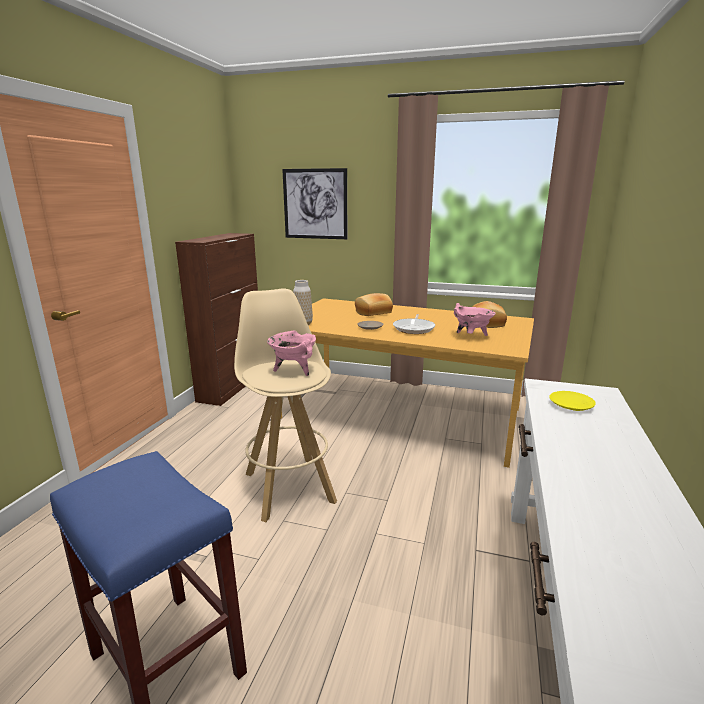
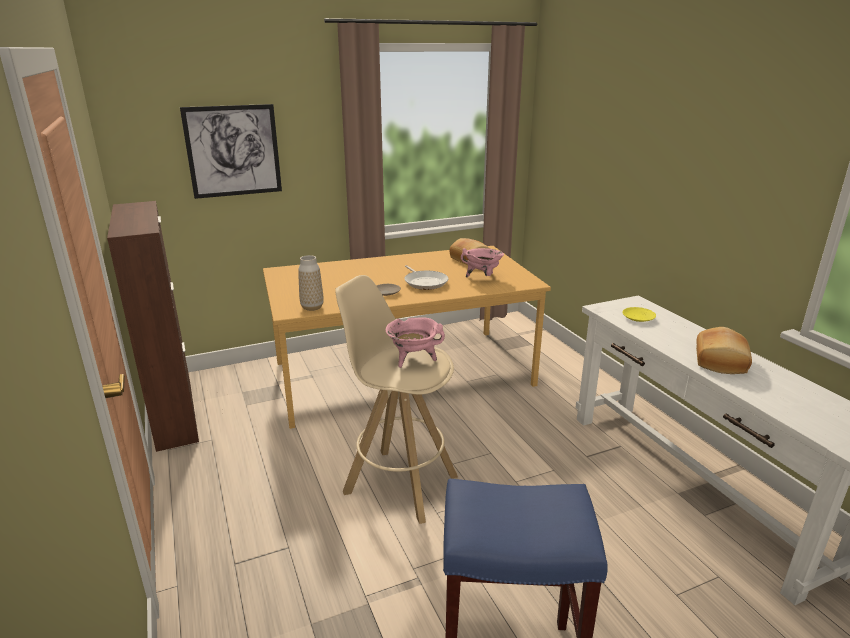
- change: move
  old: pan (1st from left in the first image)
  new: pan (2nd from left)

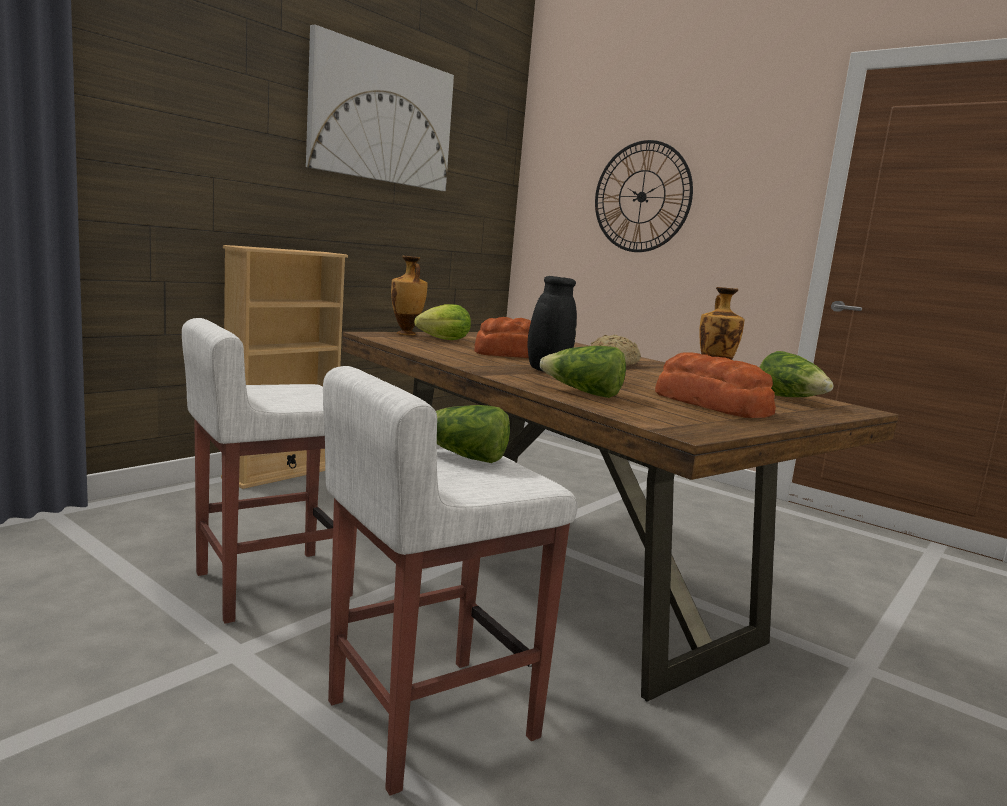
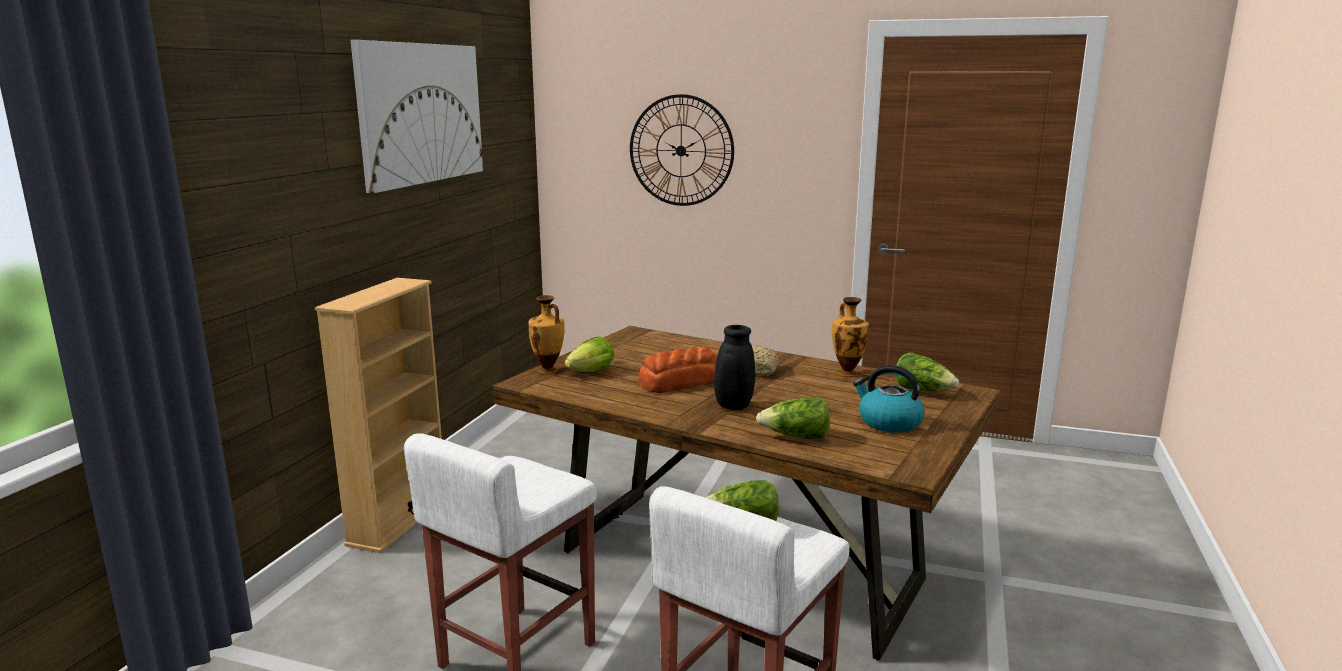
- change: replace
  old: pan (3rd from left)
  new: hervidor

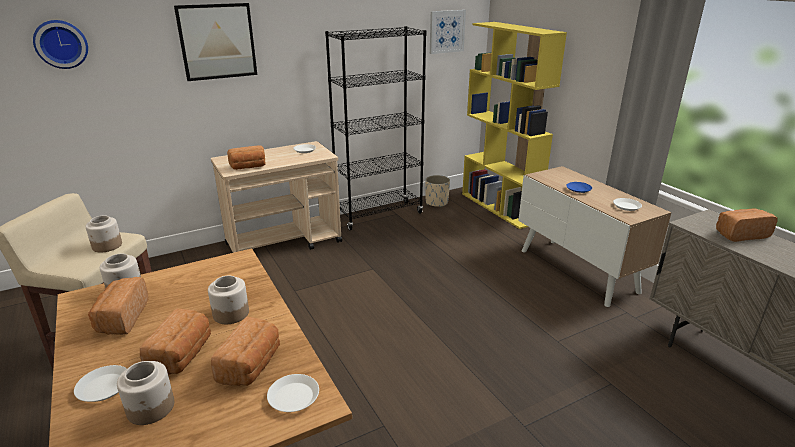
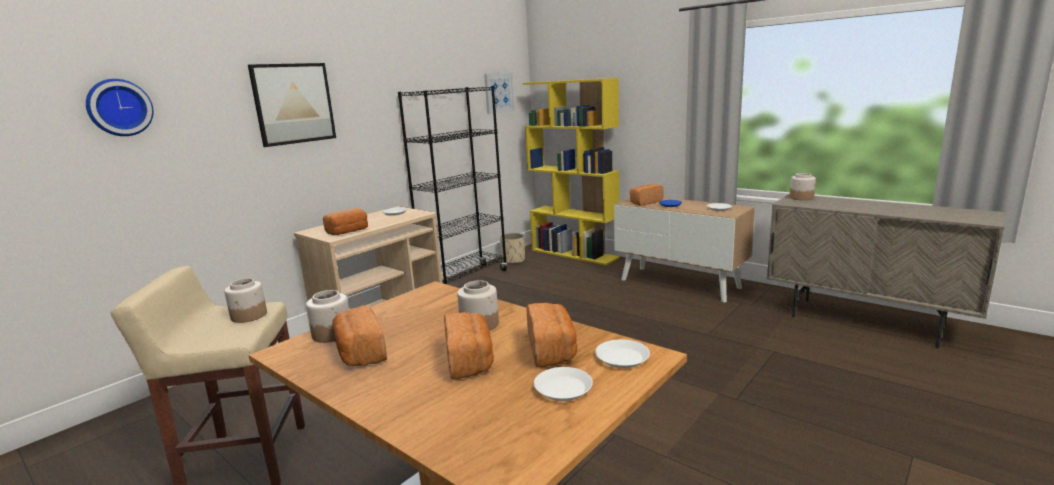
- change: move
  old: plato/blanco (1st from left in the first image)
  new: plato/blanco (2nd from left)
- change: move
  old: pan (5th from left)
- change: move
  old: tarro (3rd from left in the first image)
  new: tarro (4th from left)

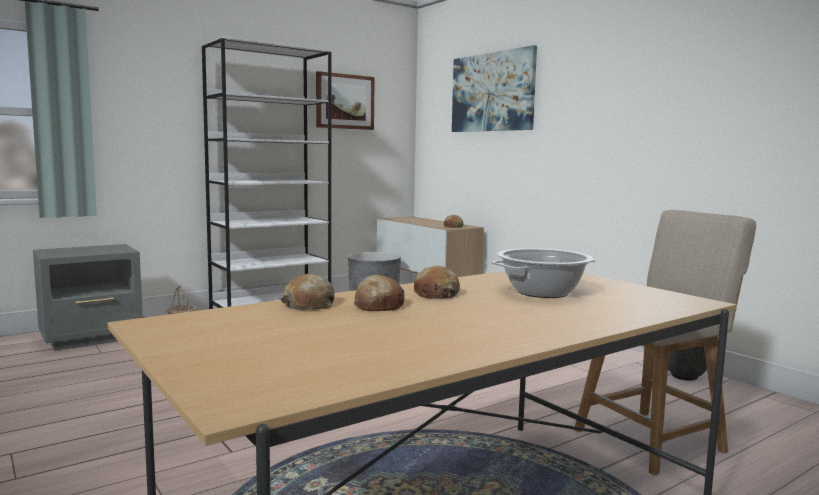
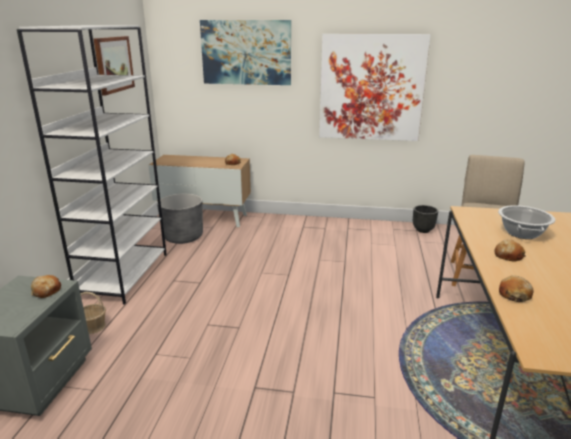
- change: move
  old: pan (2nd from left in the first image)
  new: pan (1st from left)
- change: insert
  new: cuadro (3rd from left)

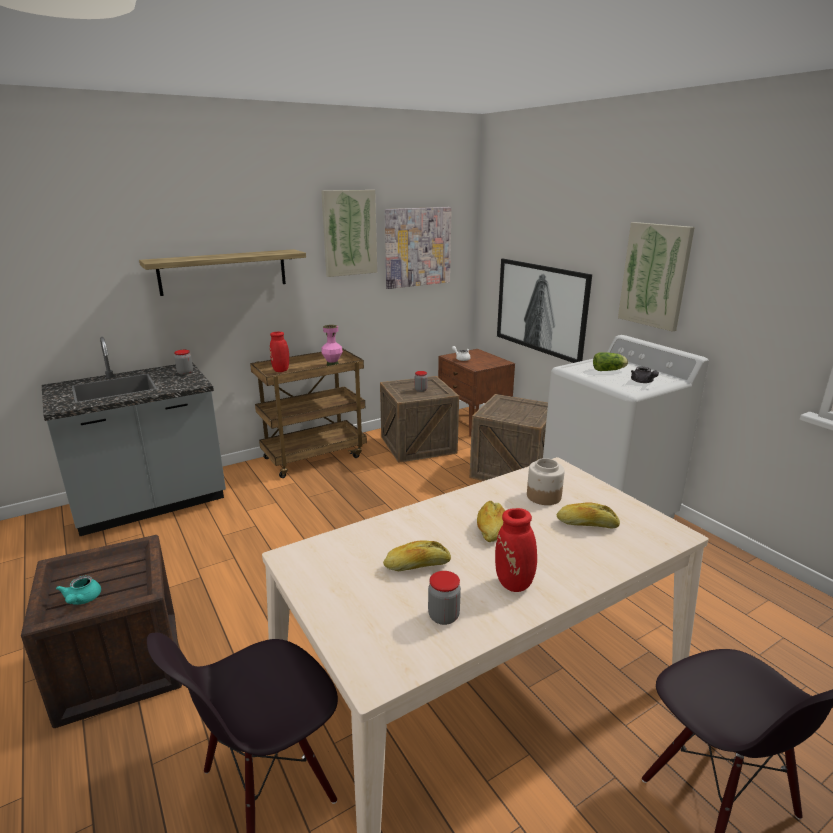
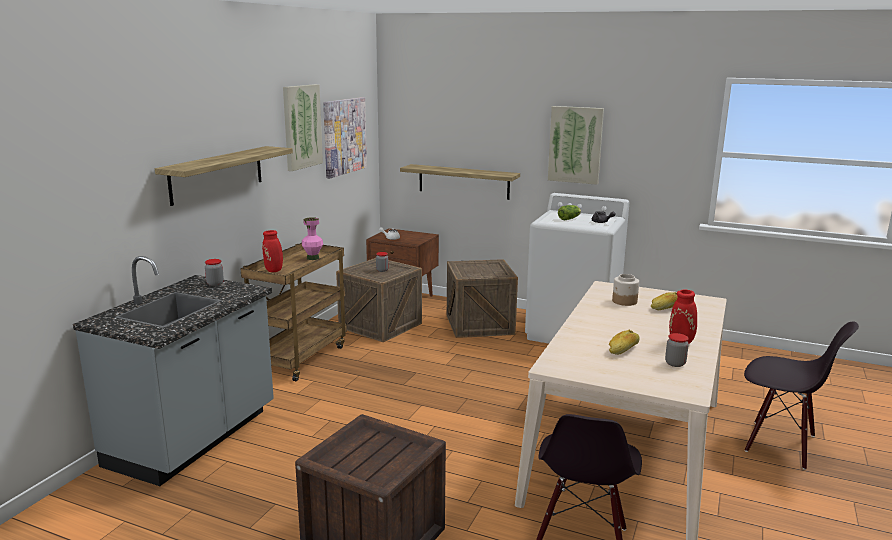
- change: replace
  old: cuadro (3rd from left)
  new: estante (2nd from left)
- change: delete
  old: tetera/turquesa
- change: delete
  old: pan (2nd from left)

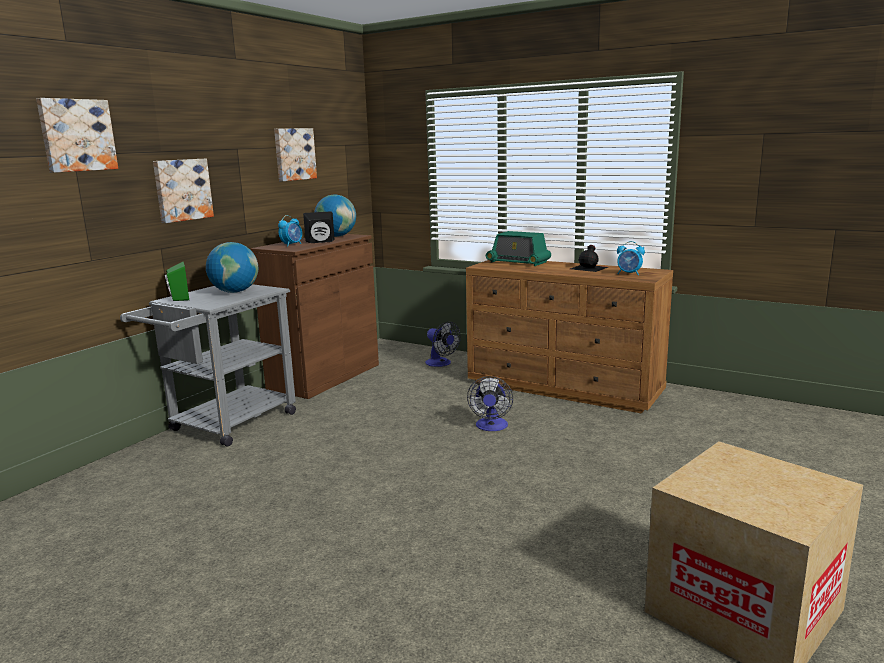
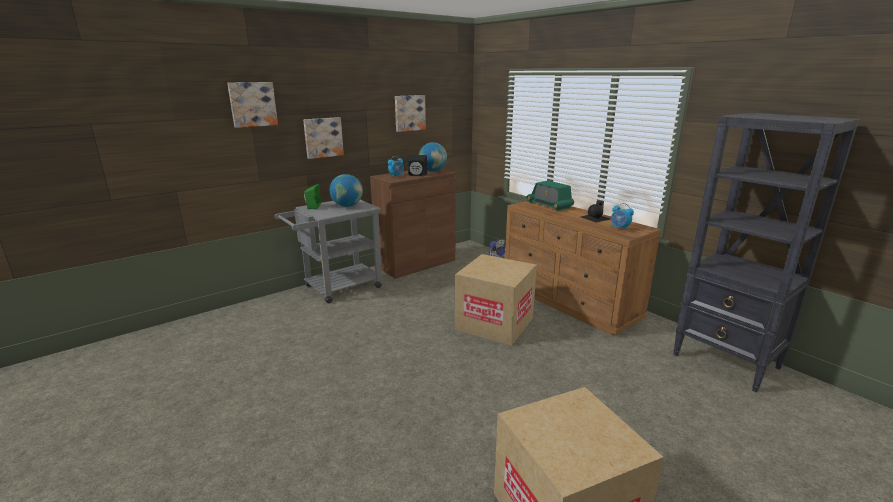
- change: replace
  old: ventilador (2nd from left)
  new: caja de cartón (1st from left)
- change: insert
  new: estantería/negro

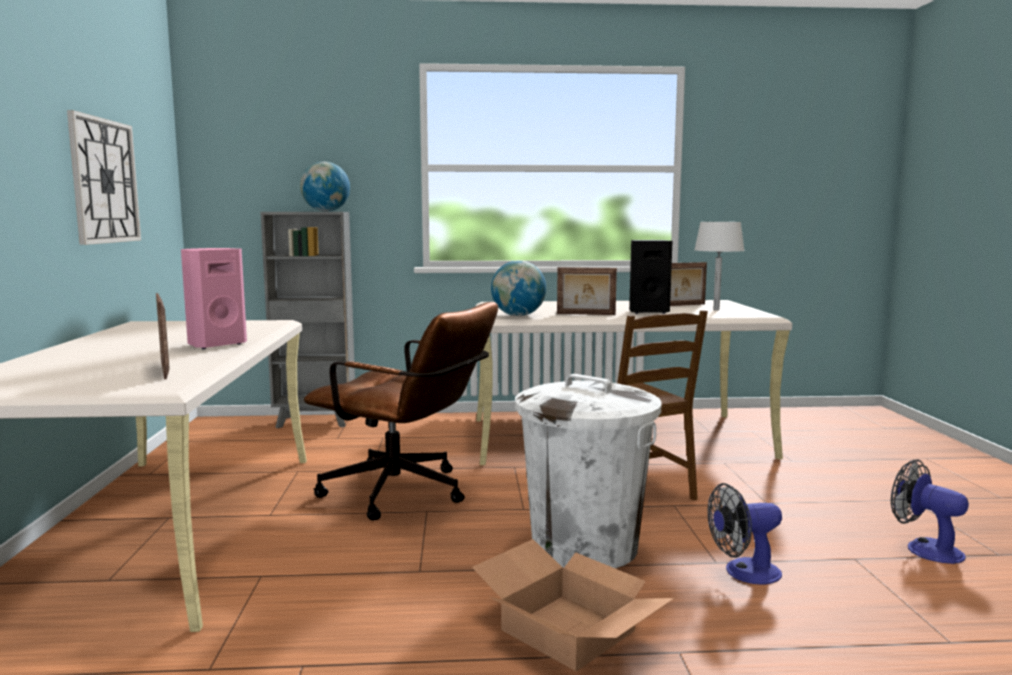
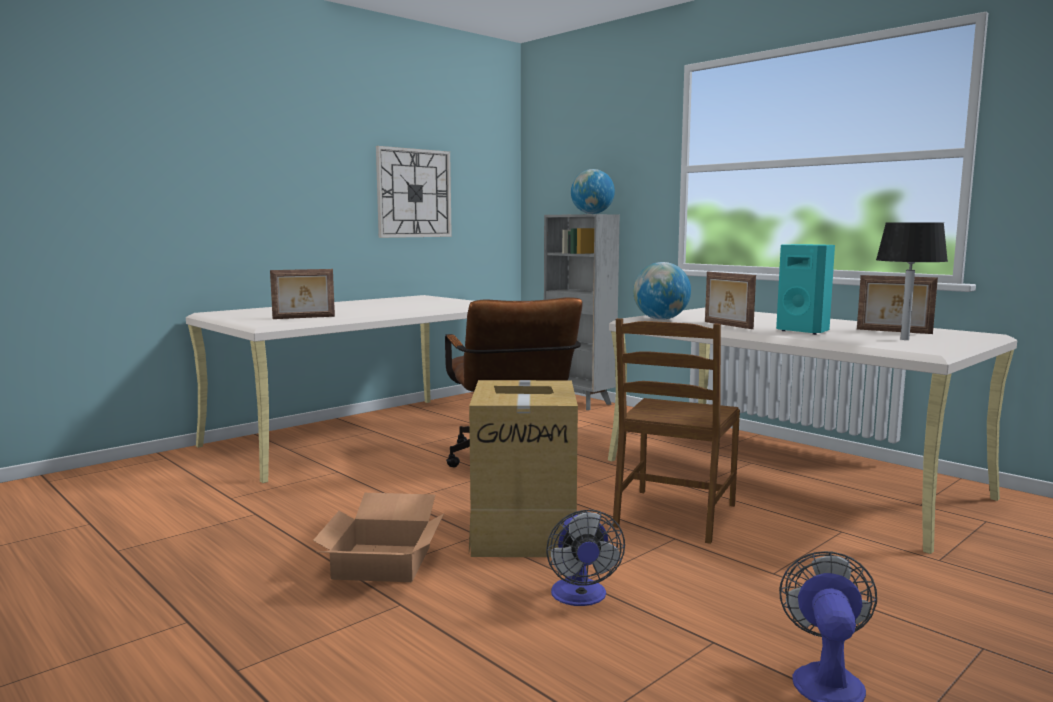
- change: rotate
  old: portarretratos (1st from left)
  degrees: 45
- change: replace
  old: papelera/blanco
  new: caja de cartón (2nd from left)
- change: rotate
  old: ventilador (1st from left)
  degrees: -135
- change: recolor
  old: altavoz/negro
  new: altavoz/turquesa
- change: recolor
  old: lámpara de mesa/blanco
  new: lámpara de mesa/negro
- change: delete
  old: altavoz/rosa

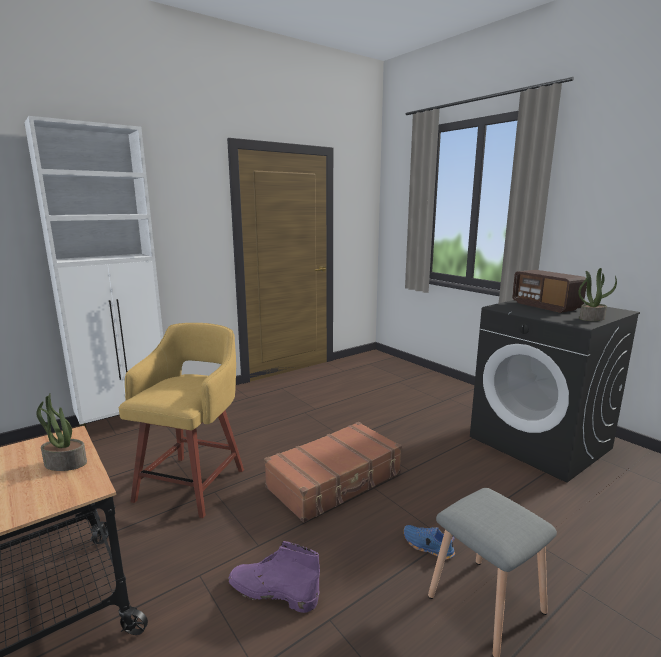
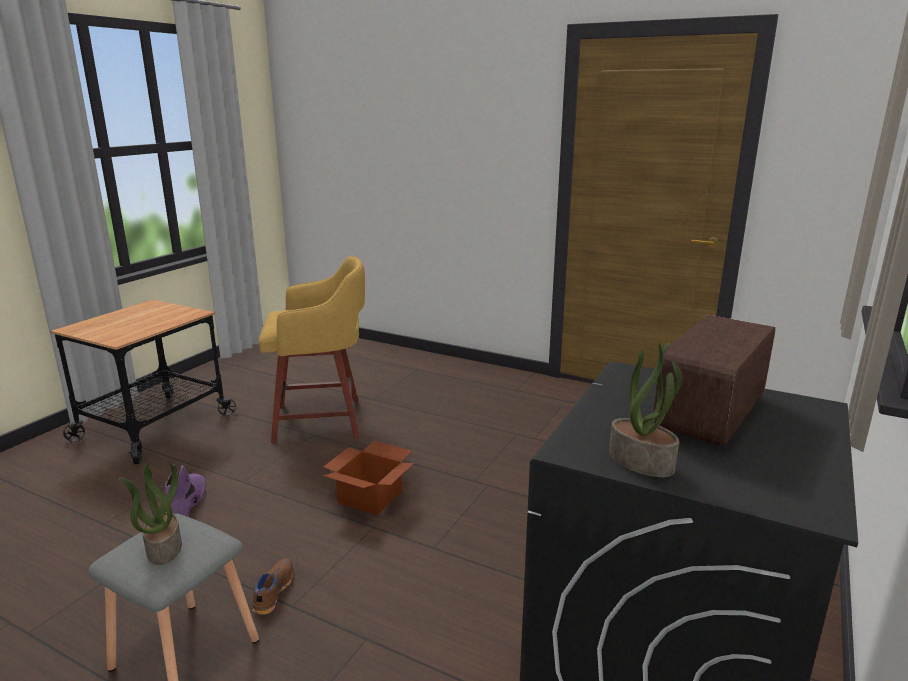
- change: move
  old: planta en maceta (1st from left)
- change: recolor
  old: zapato/azul
  new: zapato/marrón
- change: replace
  old: maleta/marrón
  new: caja de cartón
- change: delete
  old: armario/blanco

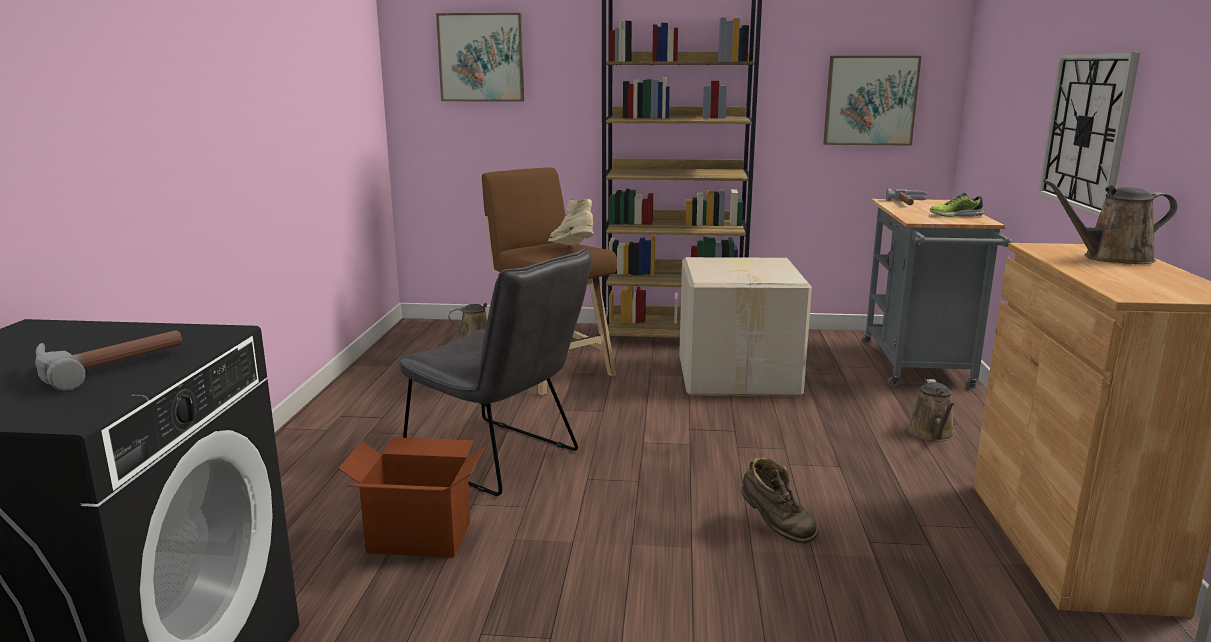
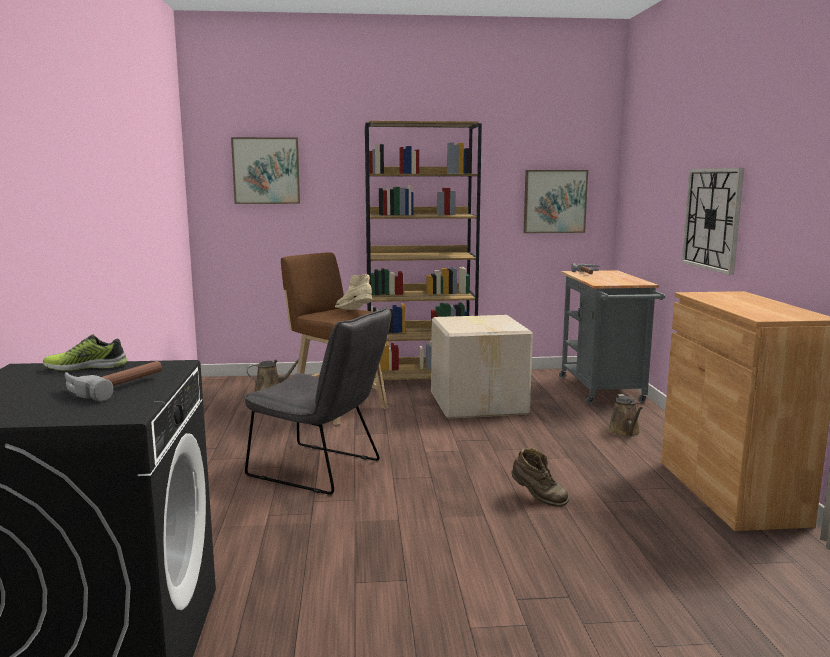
- change: move
  old: zapato
- change: delete
  old: caja de cartón (1st from left)
- change: delete
  old: regadera/marrón (3rd from left)

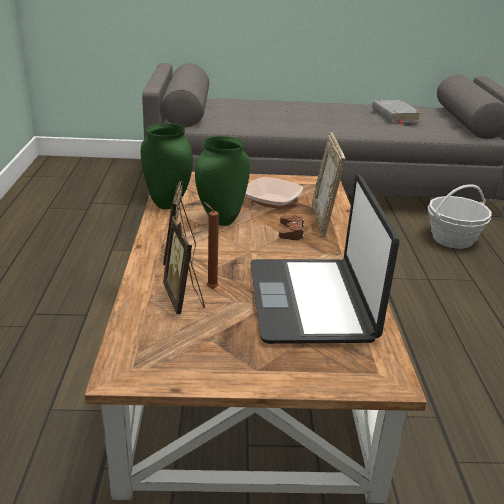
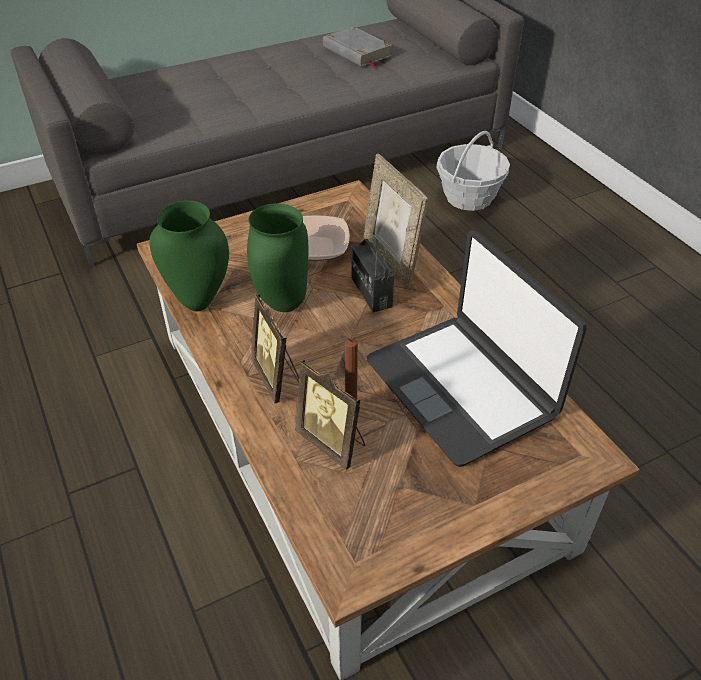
- change: replace
  old: mando de consola/marrón
  new: radio

